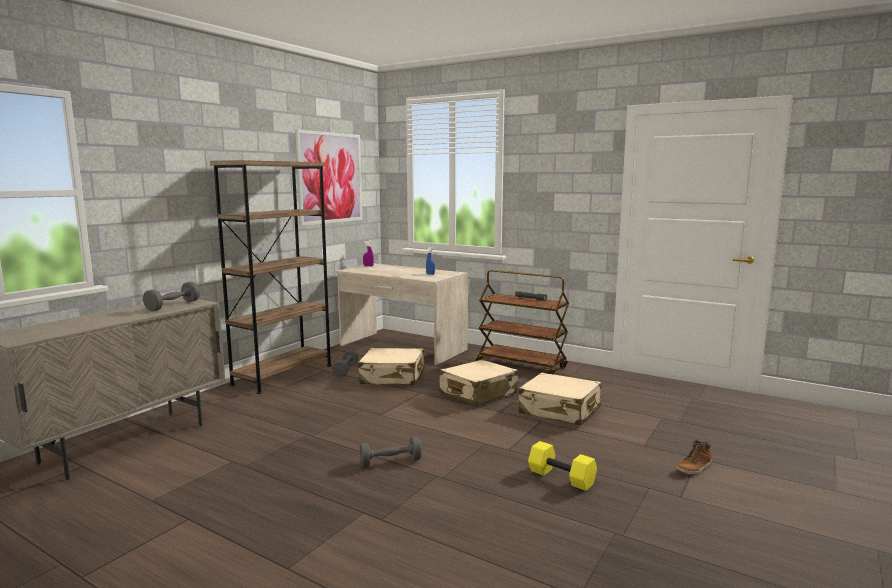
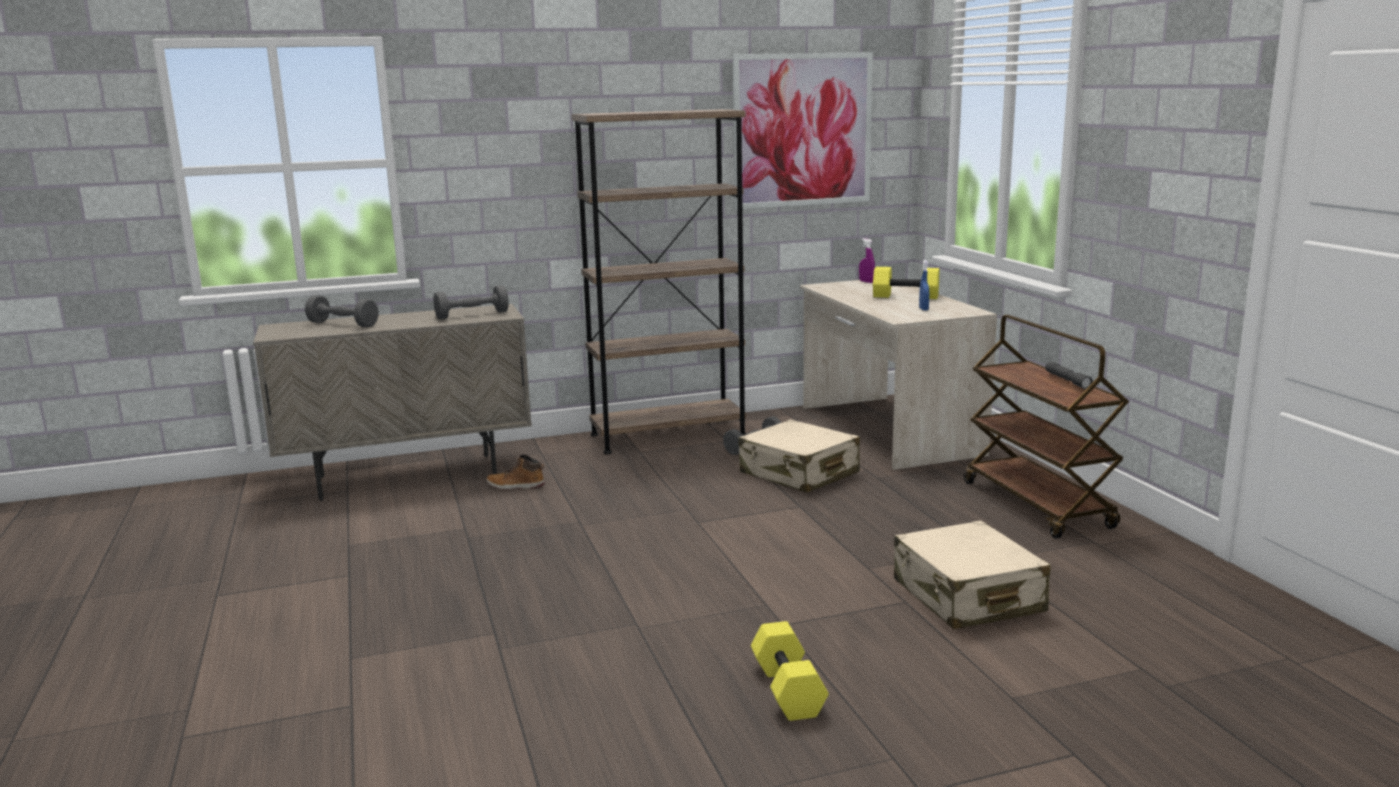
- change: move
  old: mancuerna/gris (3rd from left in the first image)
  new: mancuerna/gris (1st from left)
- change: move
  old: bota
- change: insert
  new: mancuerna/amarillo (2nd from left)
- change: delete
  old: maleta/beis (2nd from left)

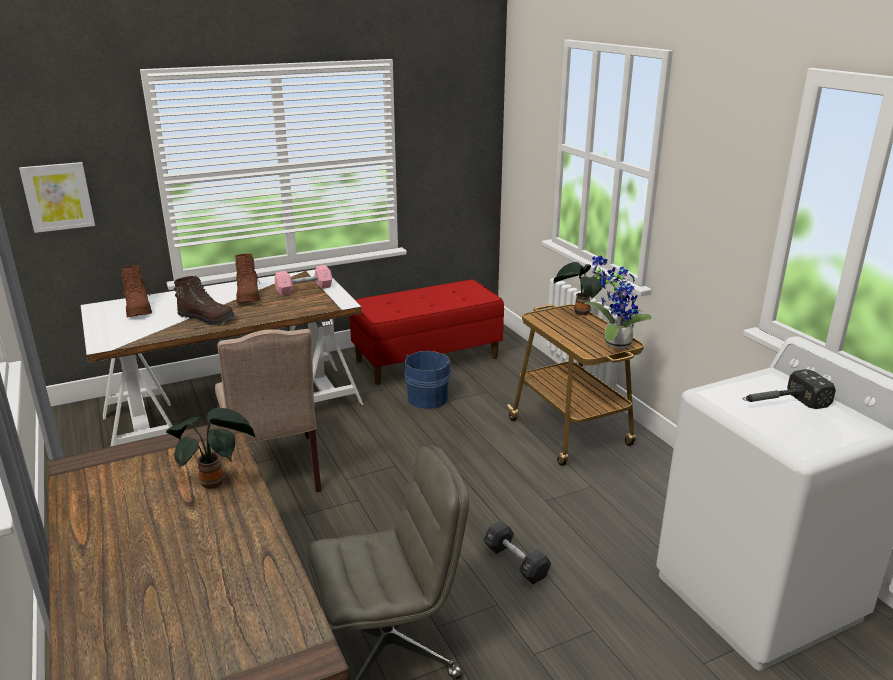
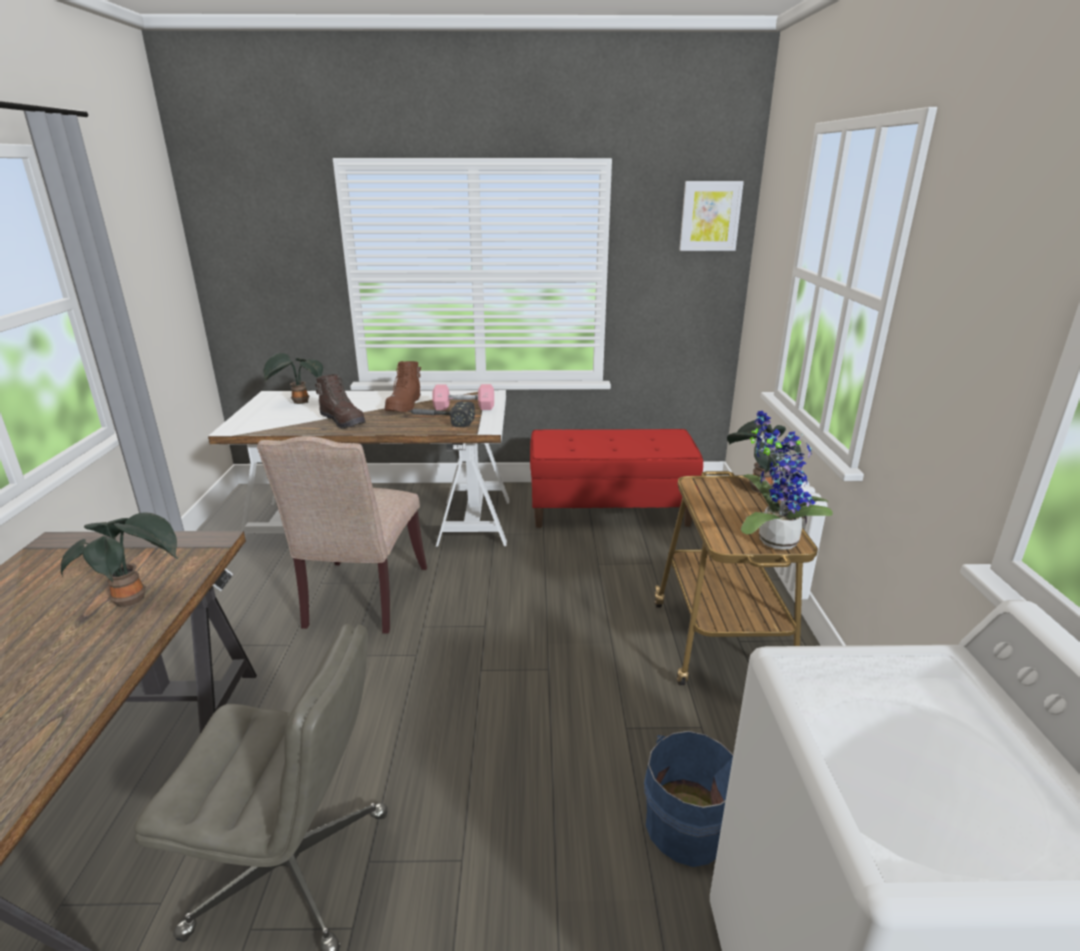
- change: replace
  old: bota/marrón (1st from left)
  new: planta en maceta (2nd from left)
- change: move
  old: martillo
- change: move
  old: cubo/azul
- change: move
  old: cuadro
- change: delete
  old: mancuerna/negro

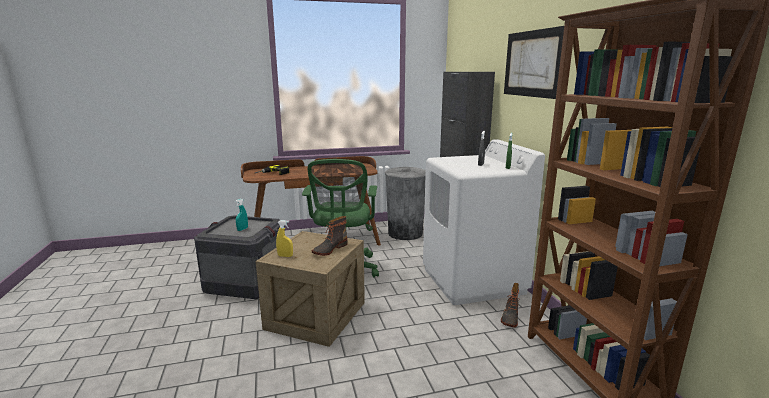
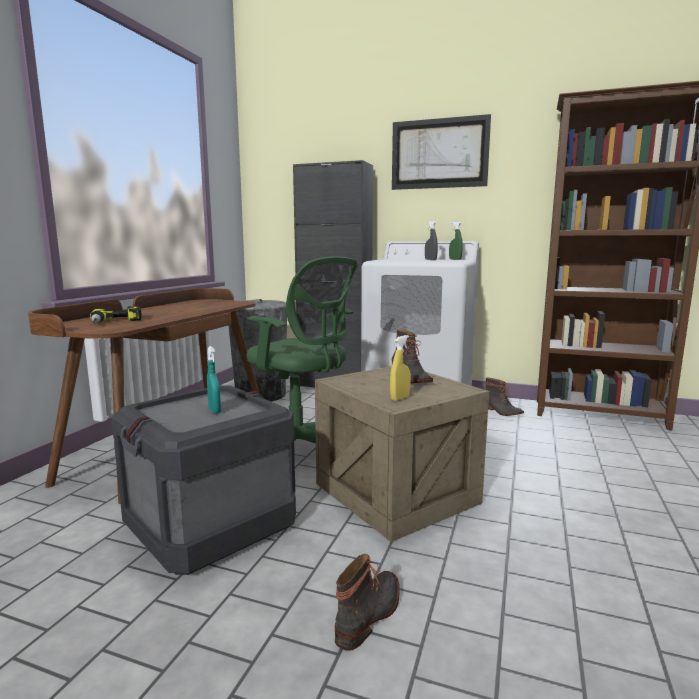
- change: insert
  new: bota (1st from left)

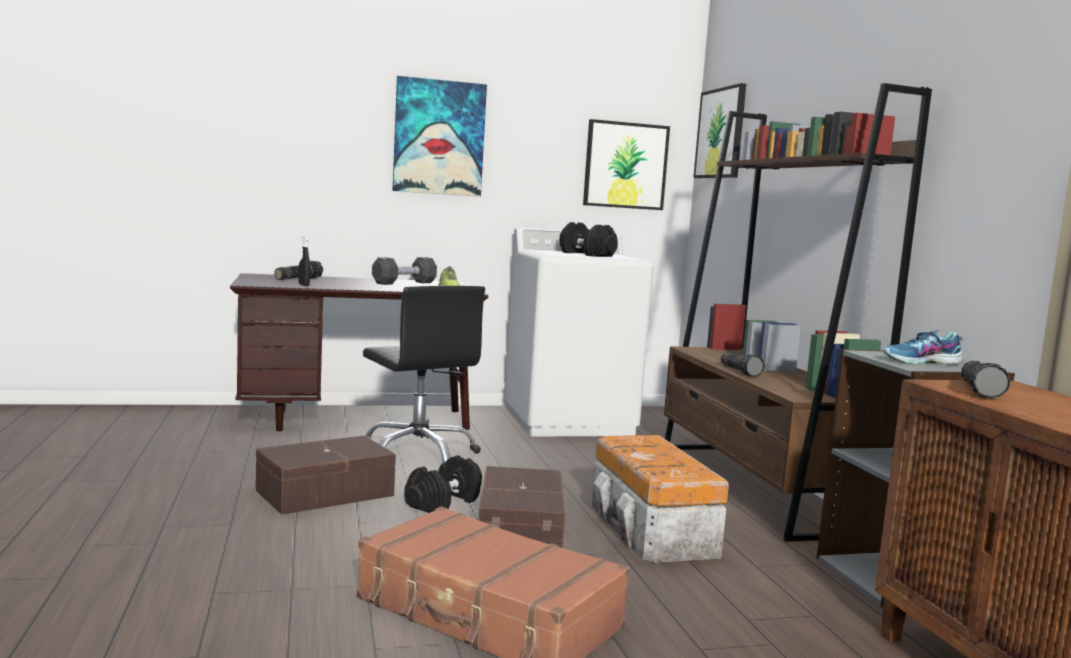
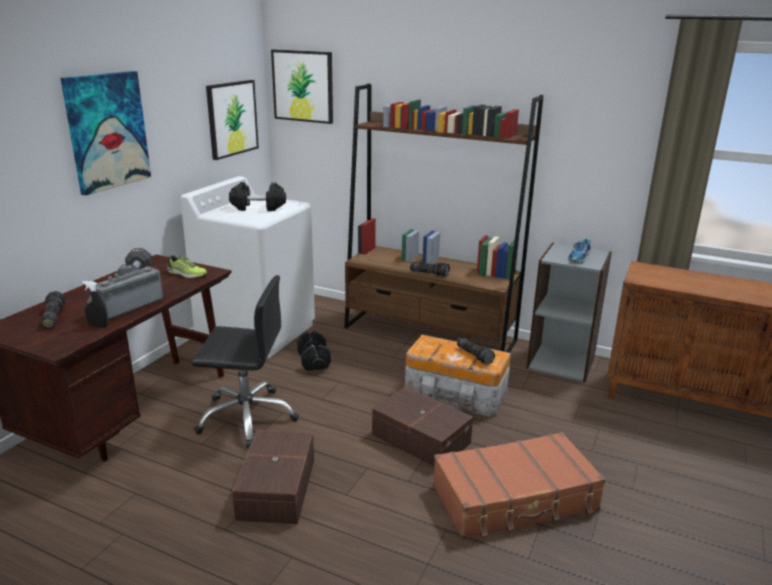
- change: insert
  new: radio
- change: move
  old: mancuerna/negro (2nd from left in the first image)
  new: mancuerna/negro (3rd from left)
- change: move
  old: linterna (3rd from left)

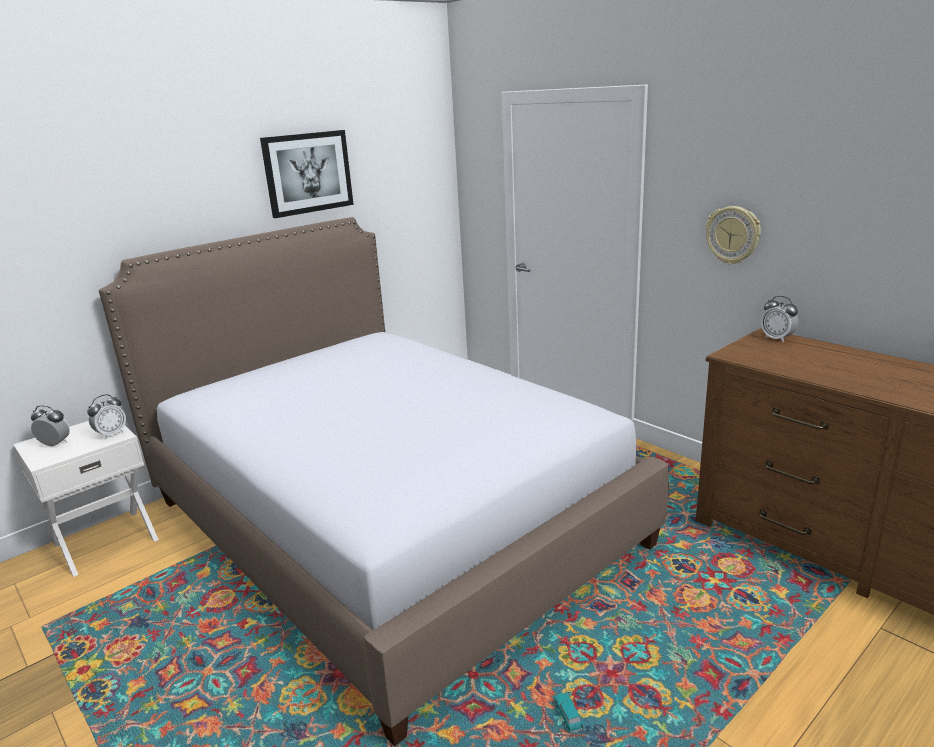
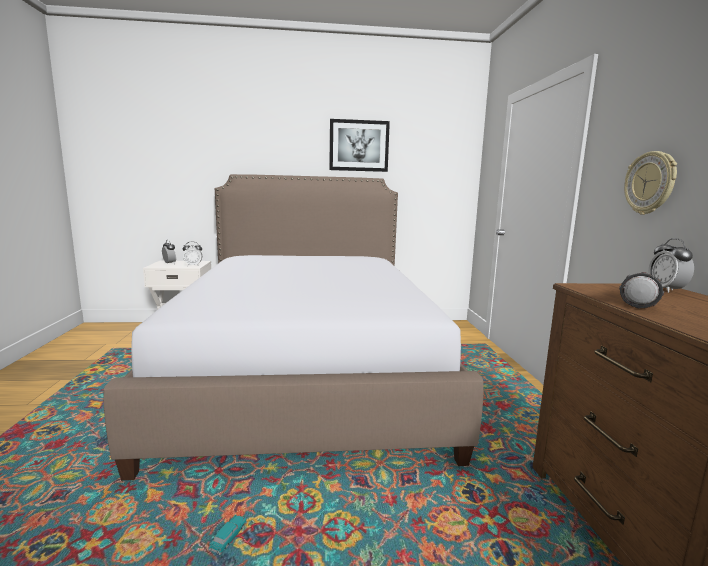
- change: insert
  new: linterna

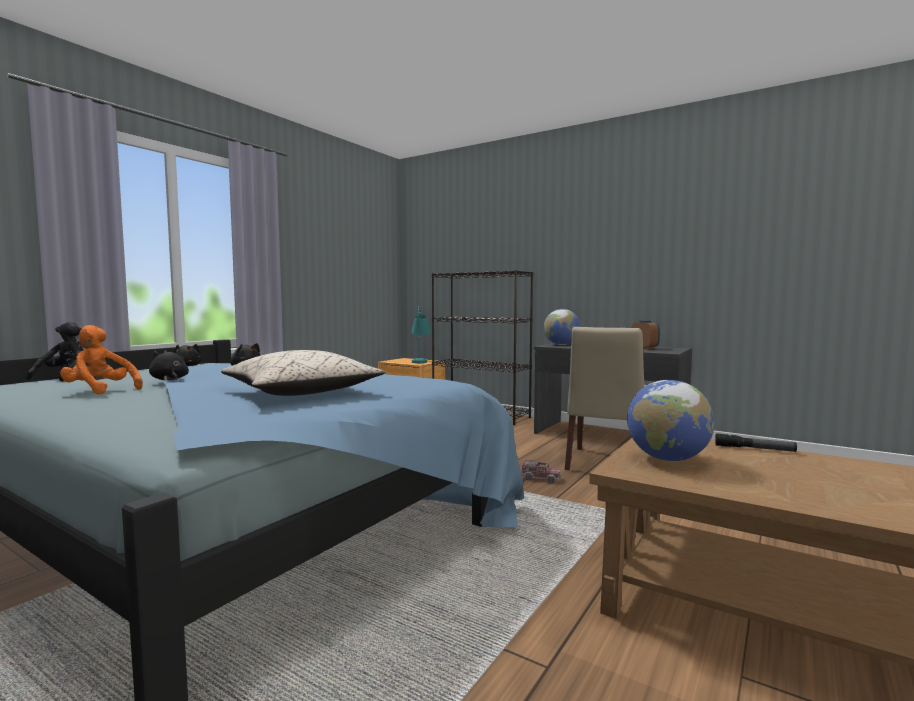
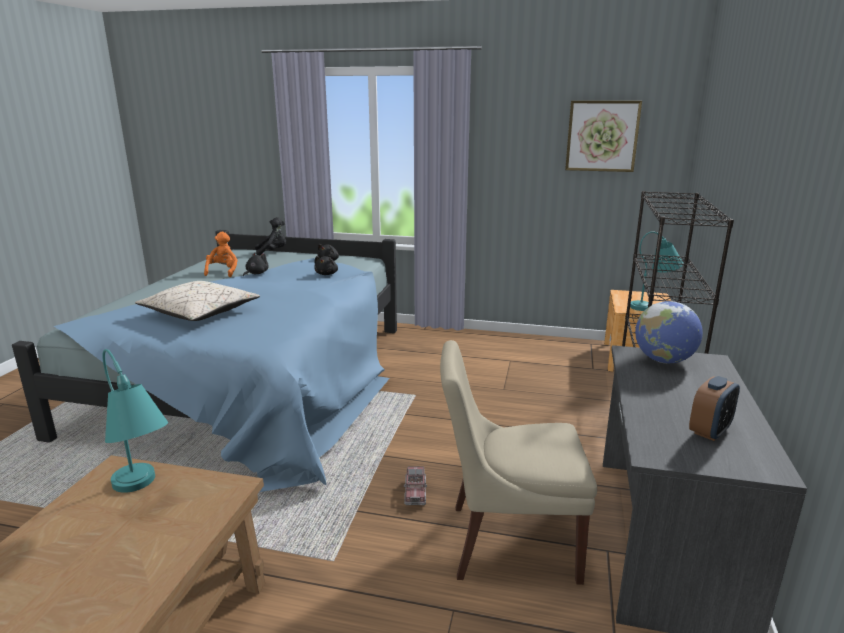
- change: replace
  old: globo terráqueo (2nd from left)
  new: lámpara de mesa/turquesa (1st from left)
- change: insert
  new: cuadro
- change: delete
  old: linterna

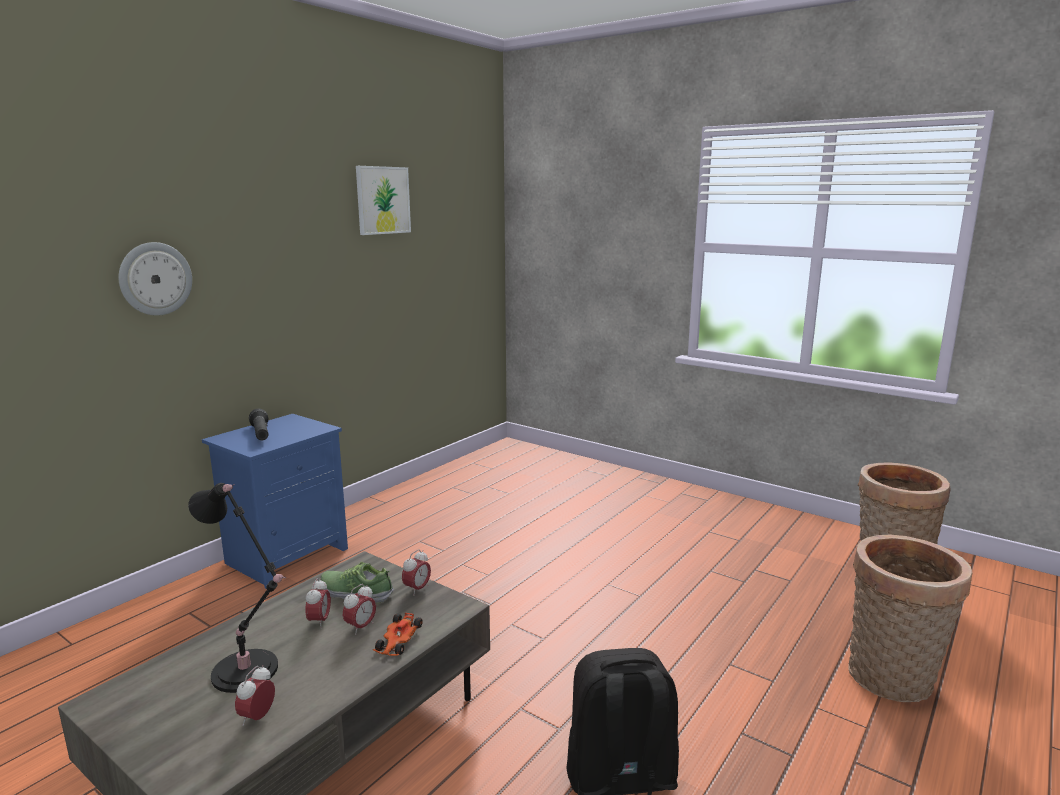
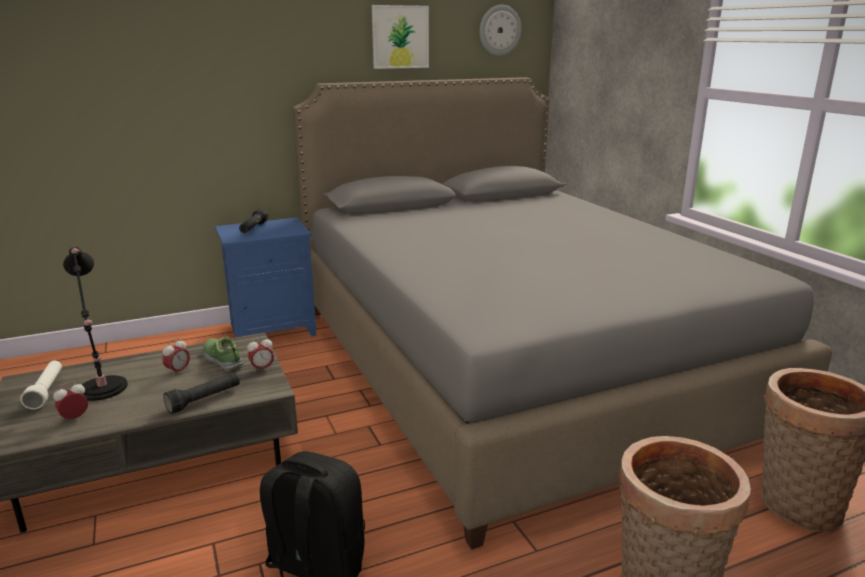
- change: insert
  new: linterna/blanco
- change: replace
  old: coche de juguete
  new: linterna/negro (1st from left)
- change: insert
  new: cama/gris
- change: move
  old: reloj de pared
- change: delete
  old: despertador (3rd from left)

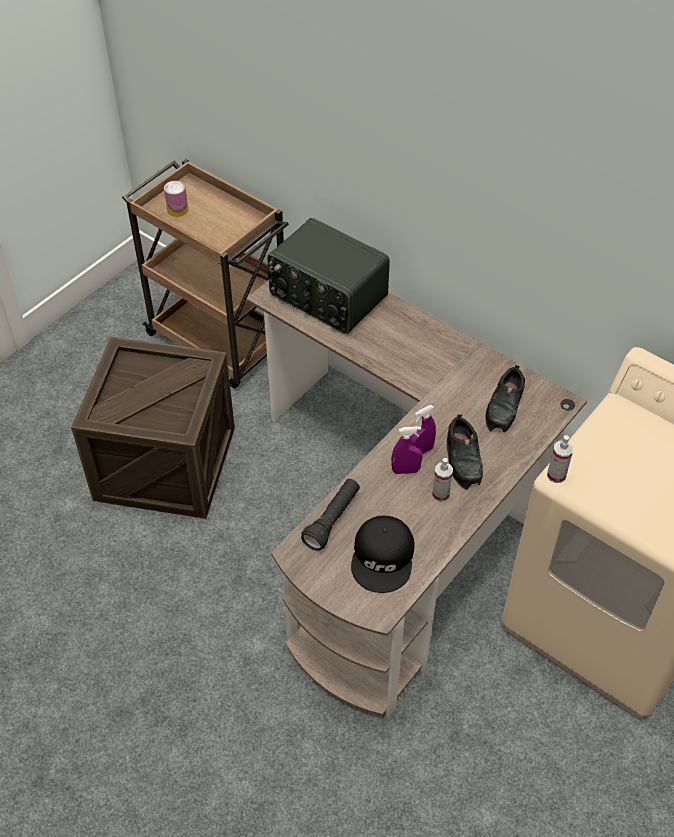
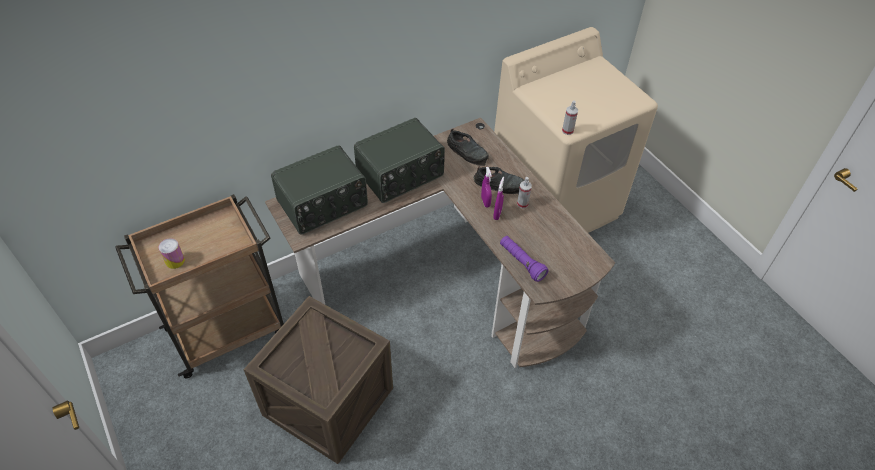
- change: insert
  new: radio (2nd from left)
- change: recolor
  old: linterna/negro
  new: linterna/morado
- change: delete
  old: gorra/negro

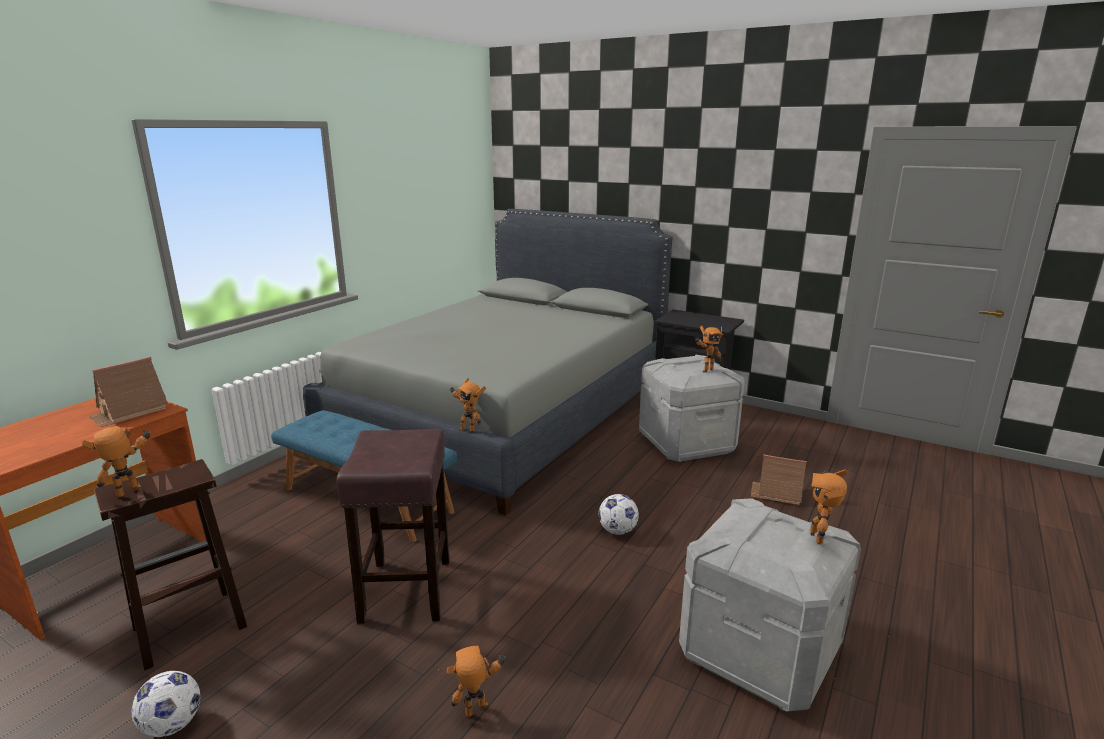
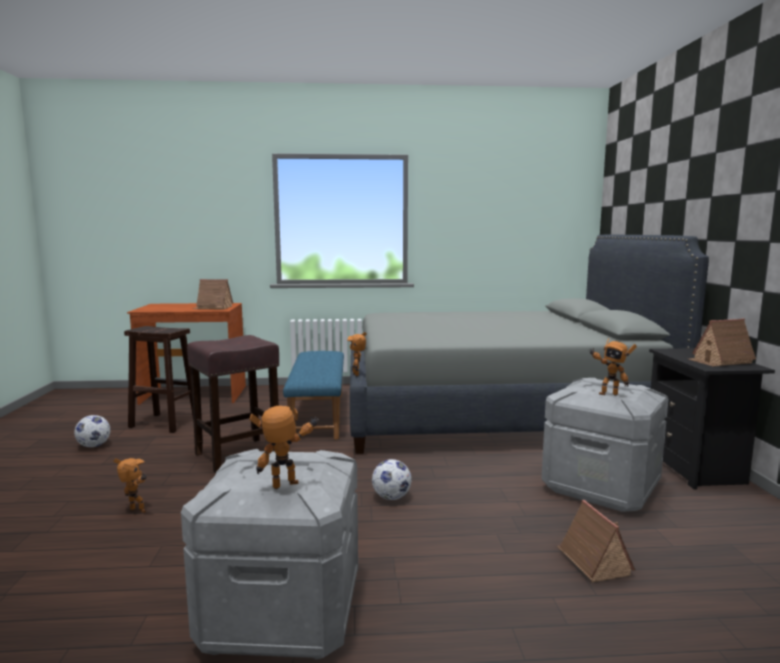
- change: insert
  new: casita (3rd from left)
- change: delete
  old: robot de juguete (1st from left)

